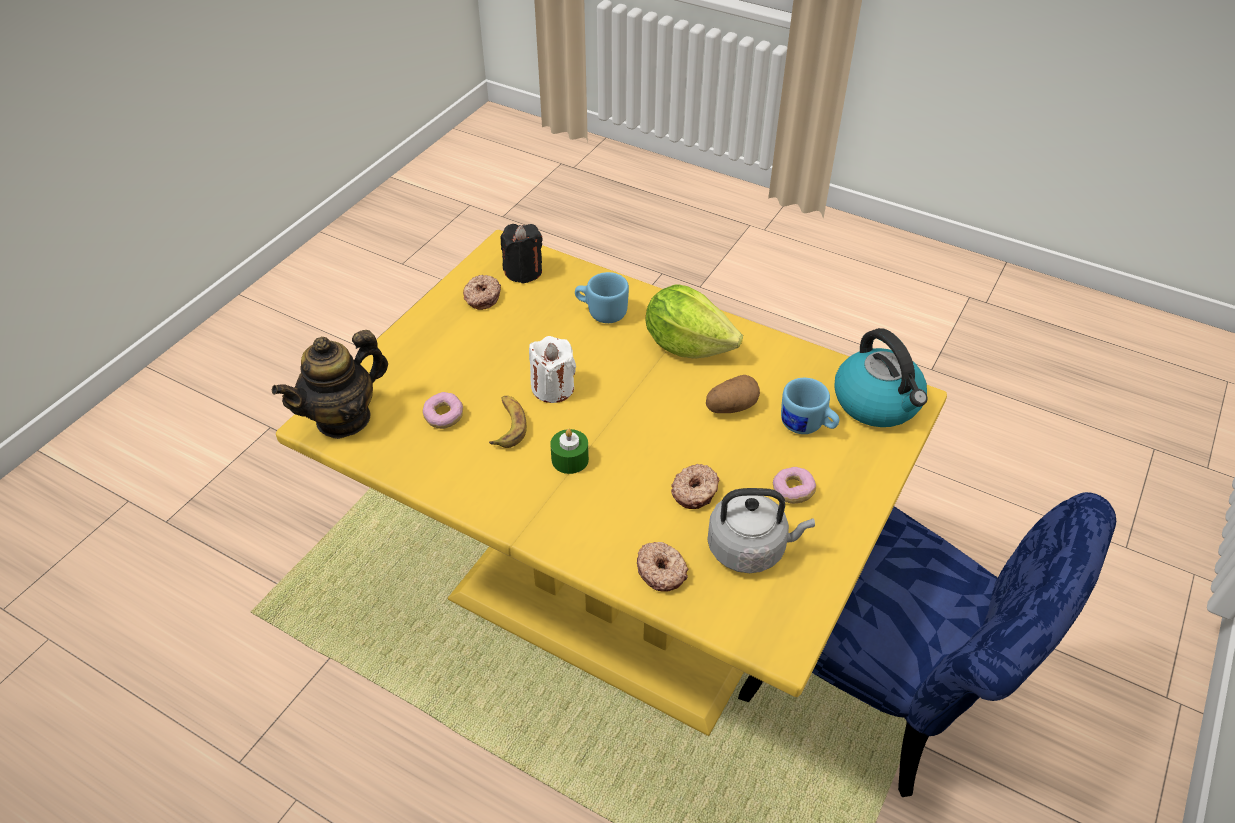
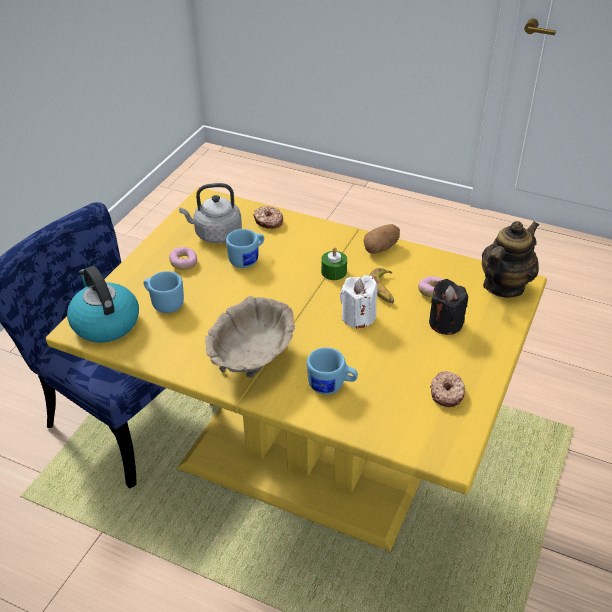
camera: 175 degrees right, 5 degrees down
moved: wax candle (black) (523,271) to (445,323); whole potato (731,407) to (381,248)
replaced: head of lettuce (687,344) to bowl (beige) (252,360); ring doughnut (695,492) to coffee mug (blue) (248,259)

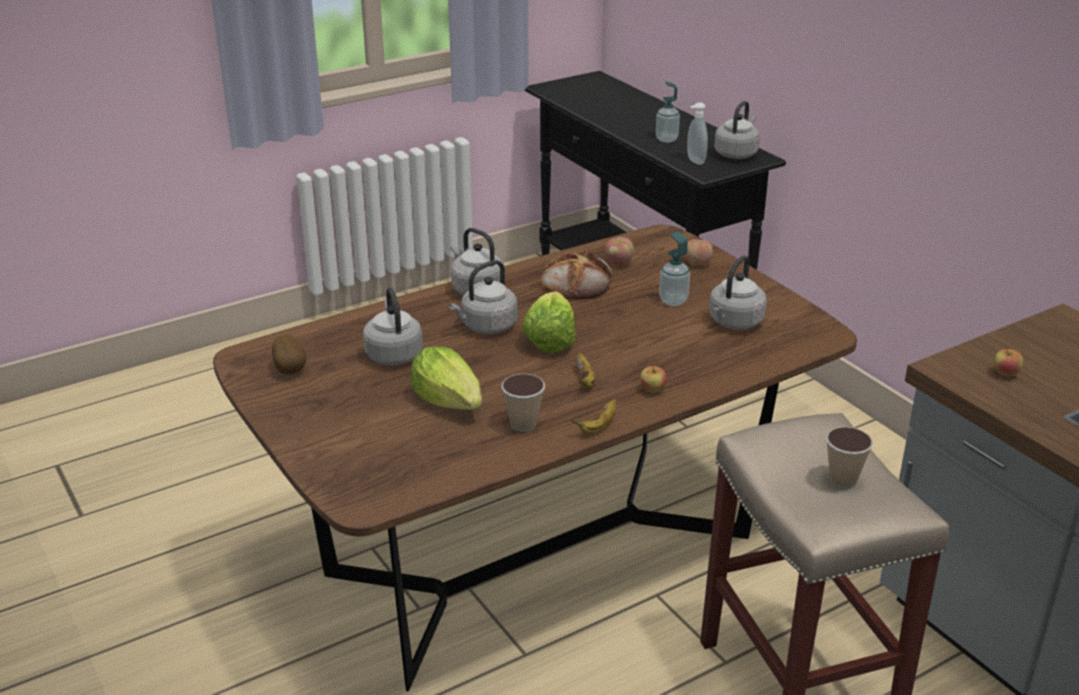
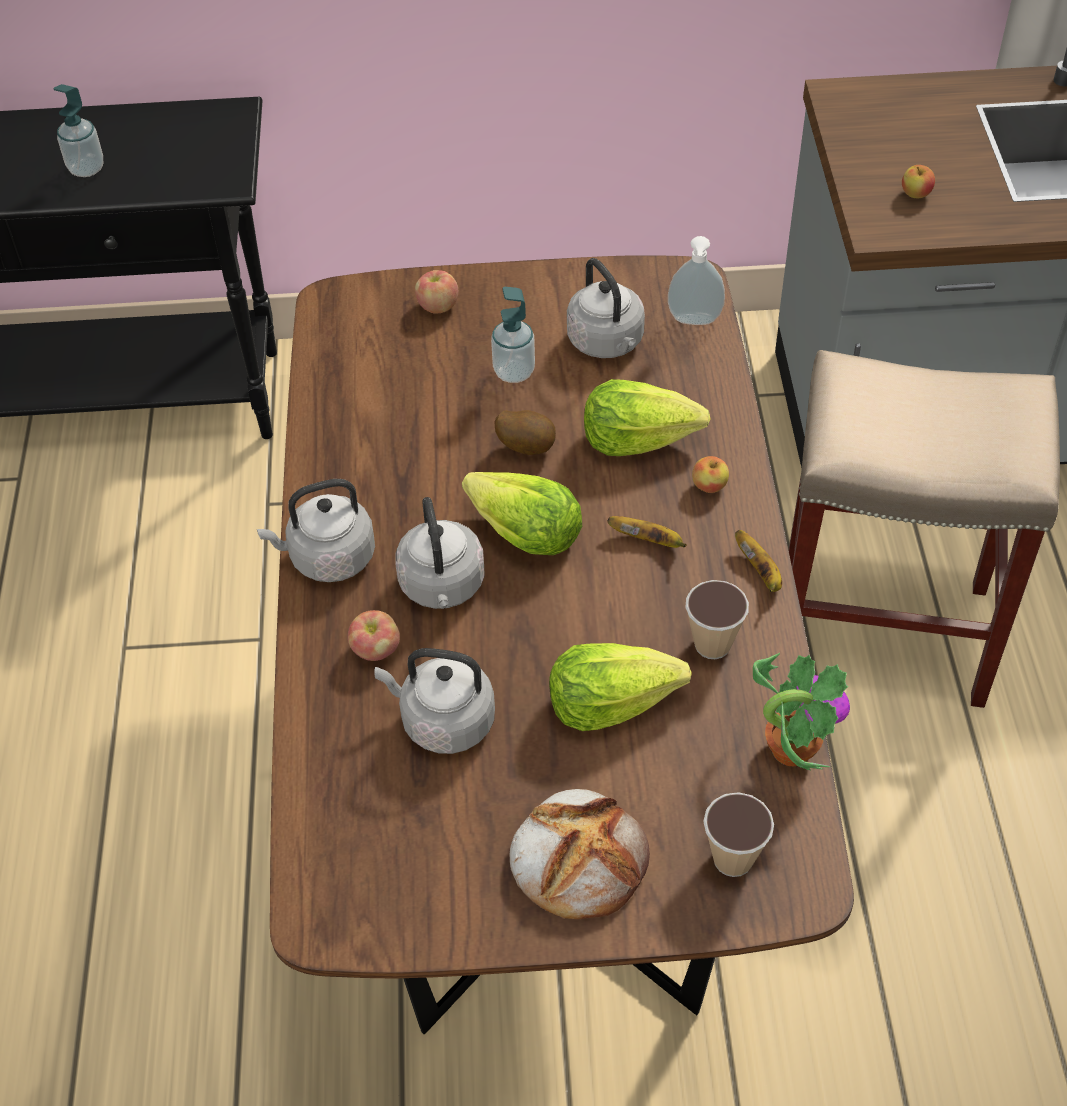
camera: 60 degrees left, 20 degrees up
removed: water kettle (greyish) (736,153)
added: head of lettuce (638,438); houseplant (790,748)
moved: whole potato (291,370) to (527,446); bakery bread (577,283) to (578,857); apple fruit (619,262) to (376,650); liquid soap bottle (694,161) to (694,321); cup (843,480) to (733,859)

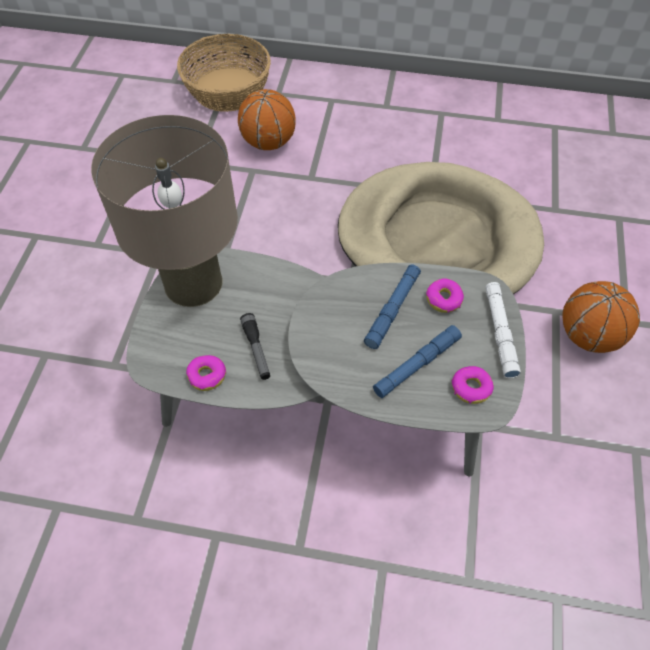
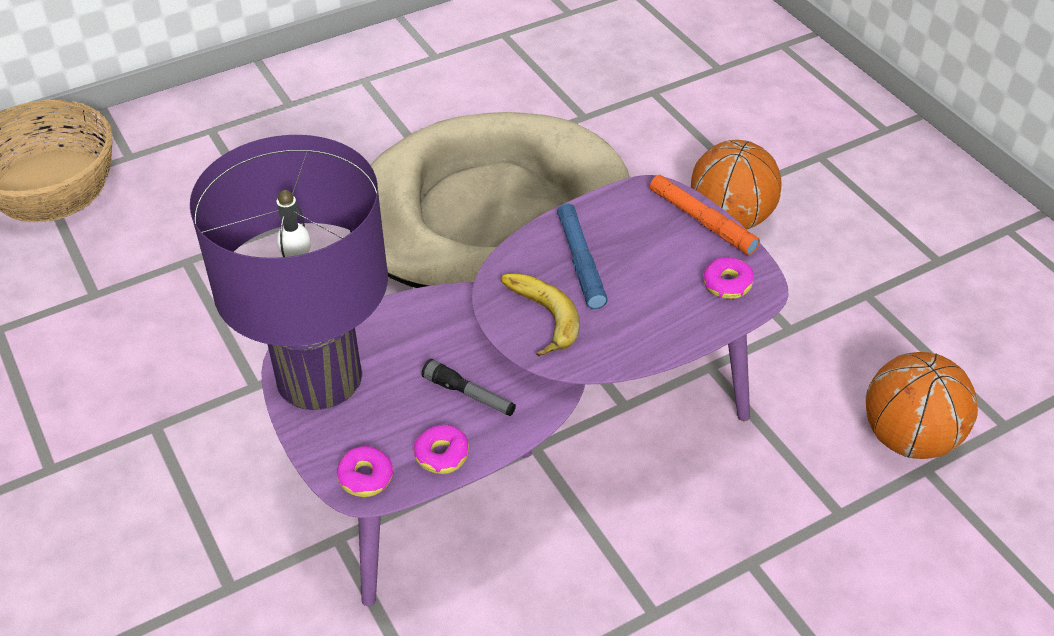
camera: 40 degrees left, 10 degrees down
removed: flashlight (blue) (417,365)
added: banana fruit (532,319)
moved: ball for basketball (268,142) to (908,438); ring doughnut (443,299) to (366,477)
recoloured: table lamp (beige) (193,283) to table lamp (purple-coloured) (319,376); lounge table (greyish) (325,396) to lounge table (purple-coloured) (528,445); flashlight (whitish) (500,332) to flashlight (orange) (702,221)

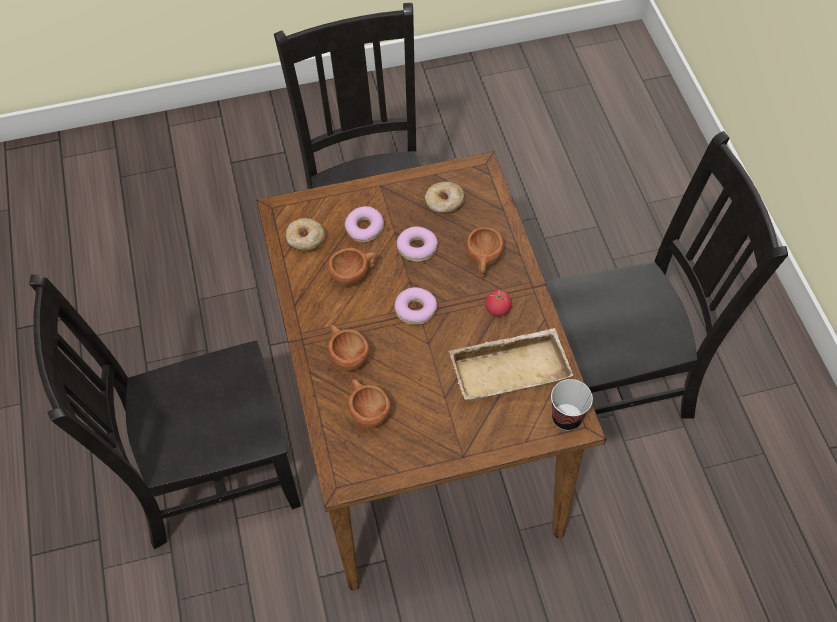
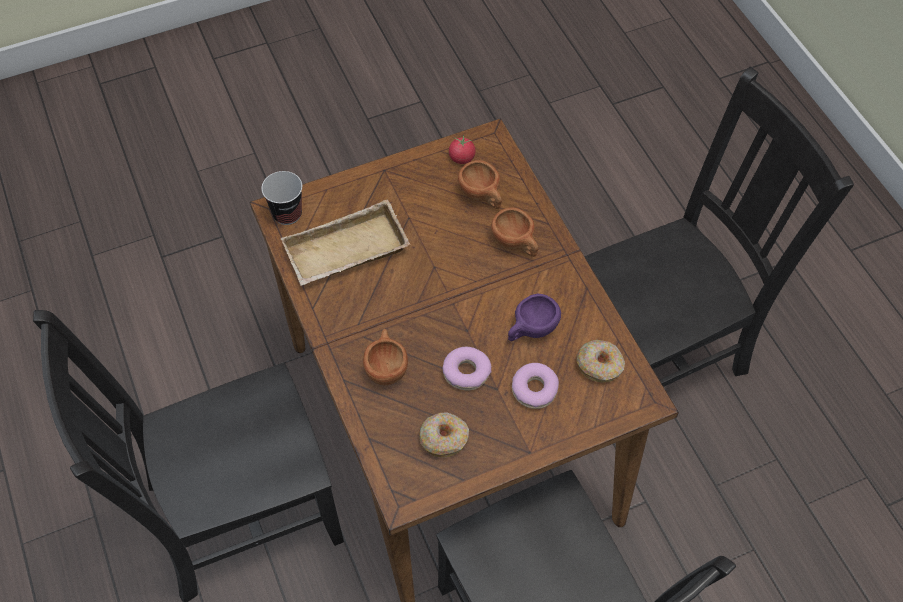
camera: 170 degrees right, 0 degrees up
removed: ring doughnut (415,310)
moved: tomato (497,309) to (462,158)
recoloured: cup (brown) (354,275) to cup (purple-coloured) (531,330)

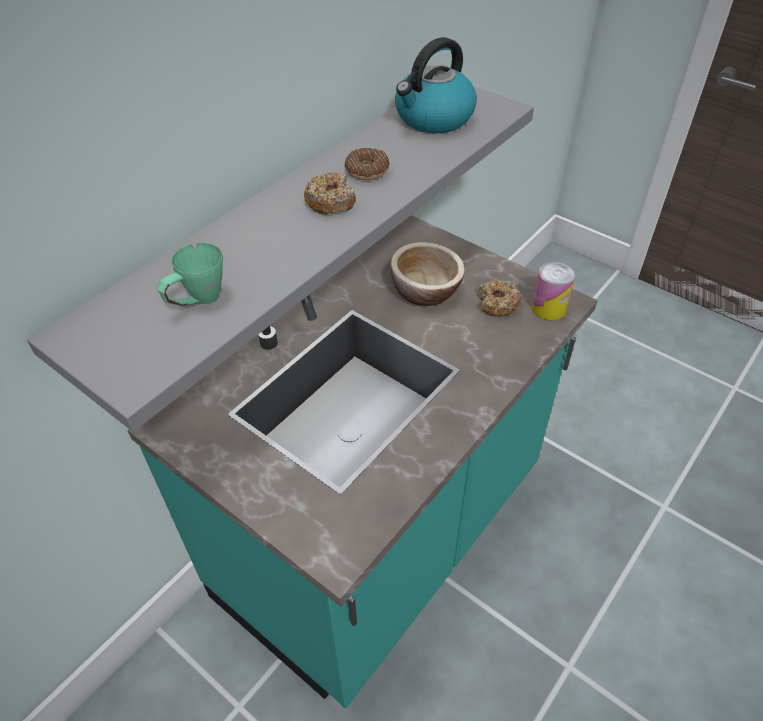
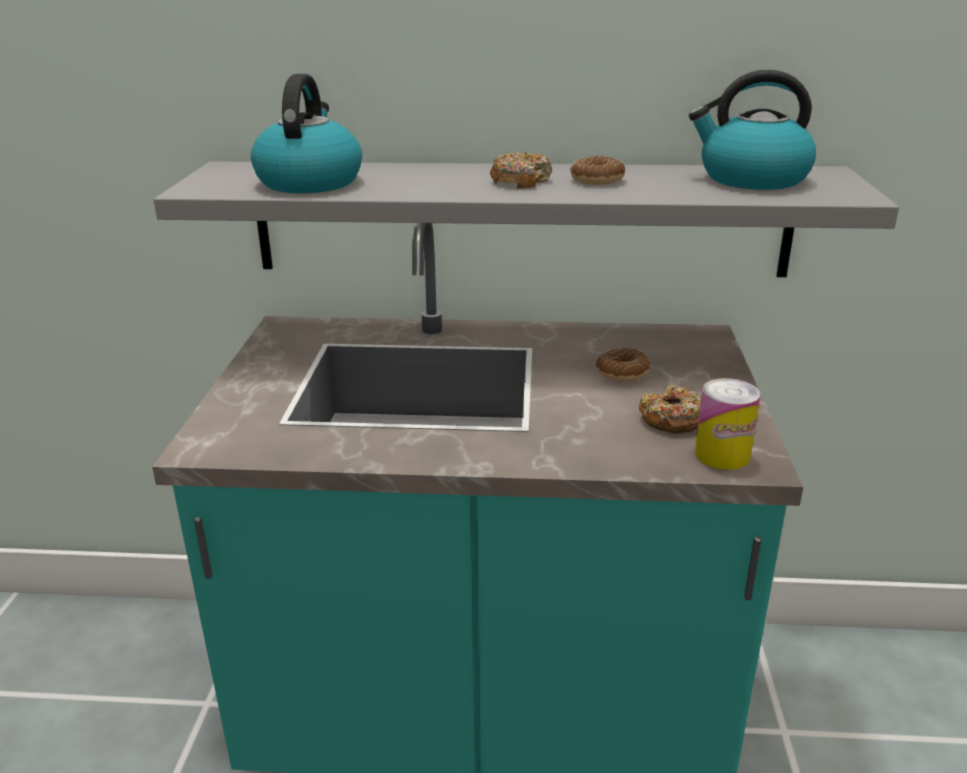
camera: 55 degrees right, 20 degrees down
replaced: coffee mug (green) (197,302) to water kettle (309,182); bowl (425,290) to ring doughnut (622,373)

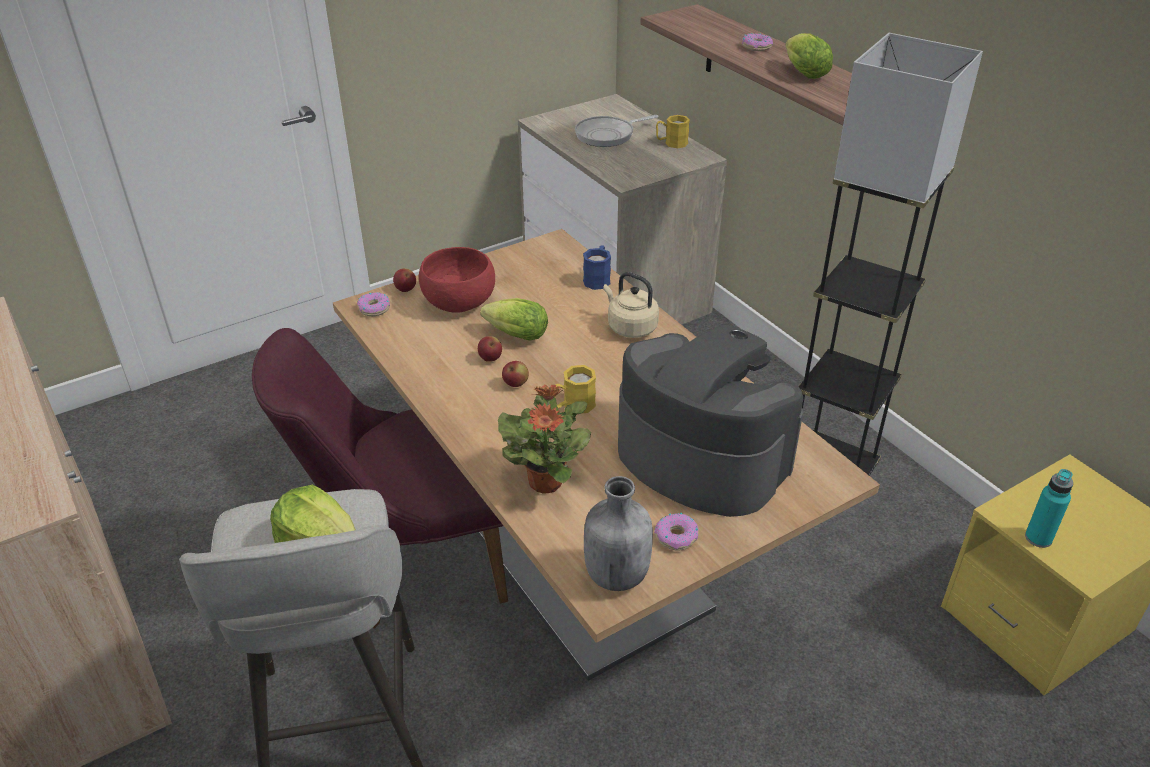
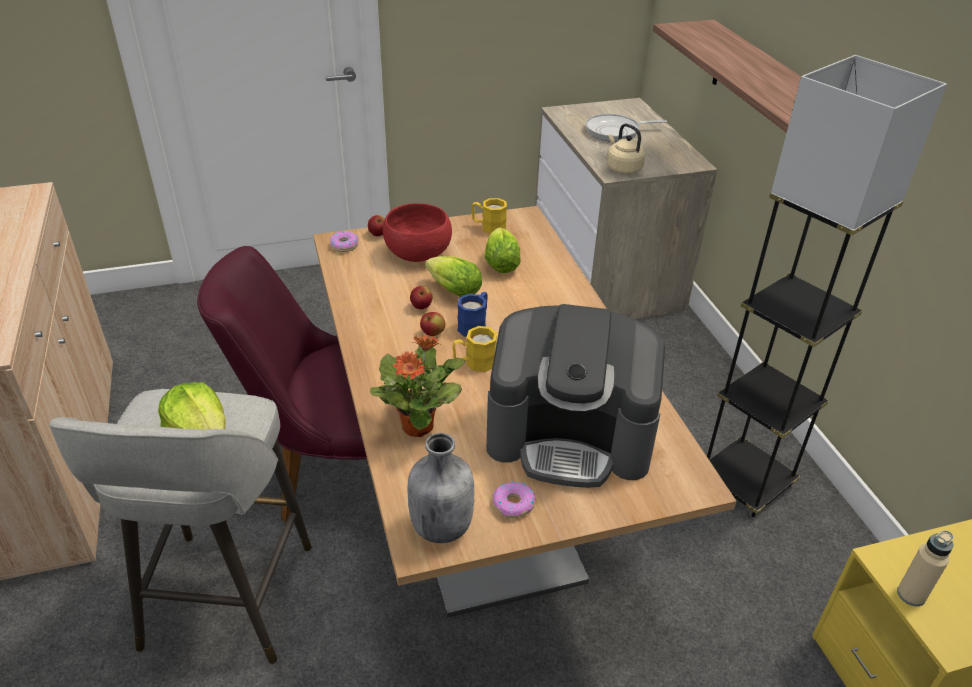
camera: 15 degrees right, 0 degrees up
removed: ring doughnut (756,47)
moved: coffee mug (blue) (598,278) to (475,325); water kettle (beige) (630,327) to (622,168); coffee mug (yellow-coloured) (671,143) to (488,227); head of lettuce (802,72) to (500,262)
recoloured: bottle (turquoise) (1038,538) to bottle (beige) (911,595)
turned: coffee machine (701,457) = (570,435) 135 degrees clockwise

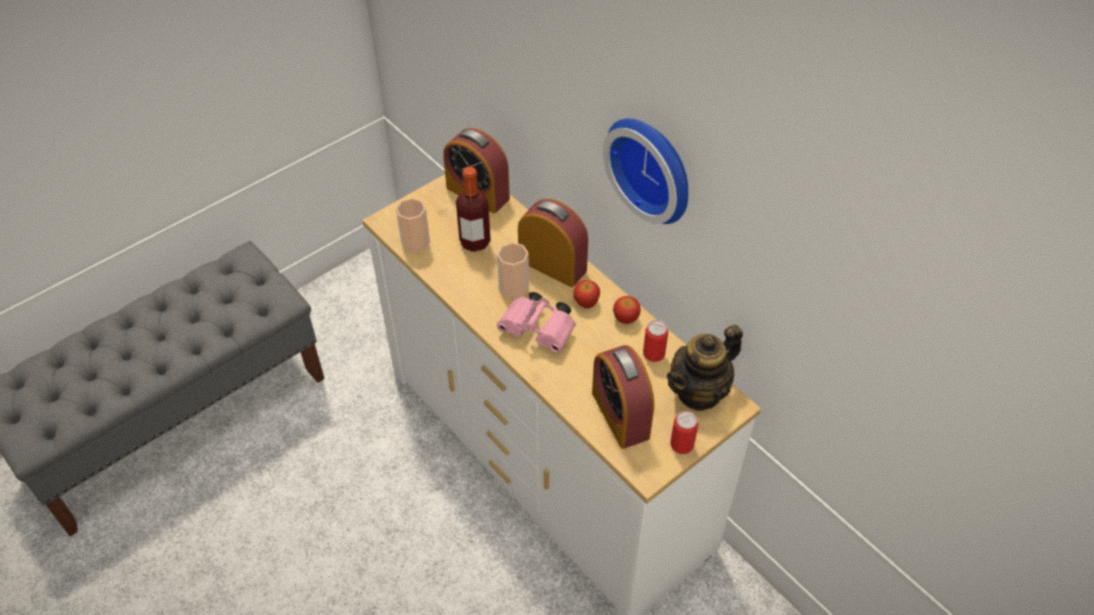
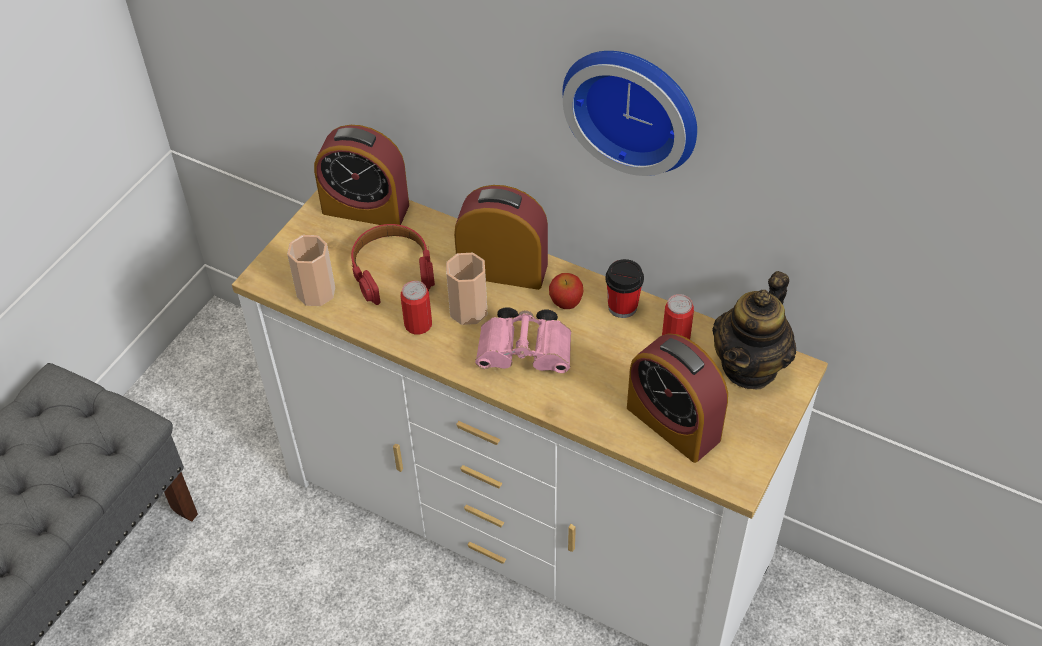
camera: 20 degrees left, 0 degrees up
moved: metal can (682,444) to (418,324)
replaced: bottle (475,242) to headphones (reddish) (392,269); apple fruit (626,318) to cup (622,307)

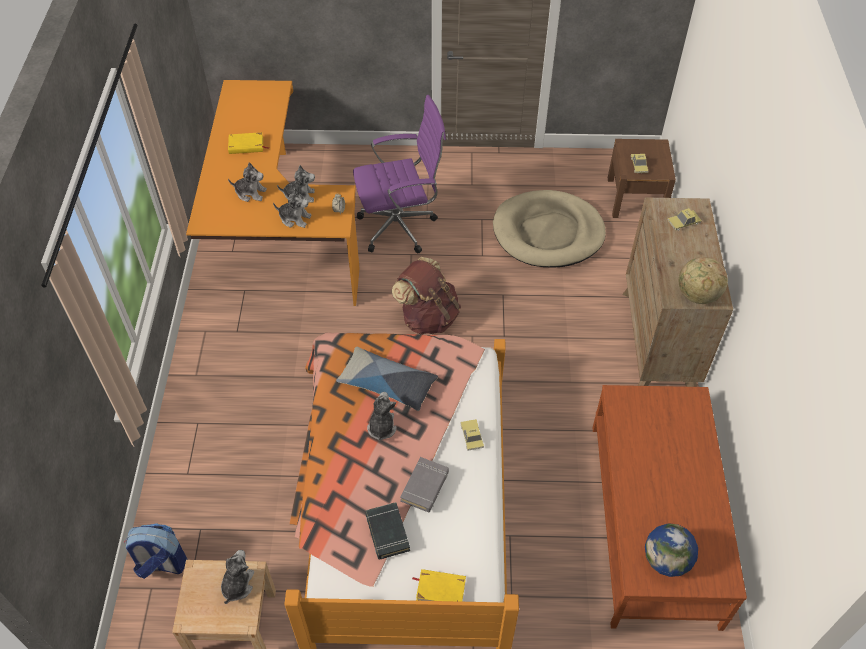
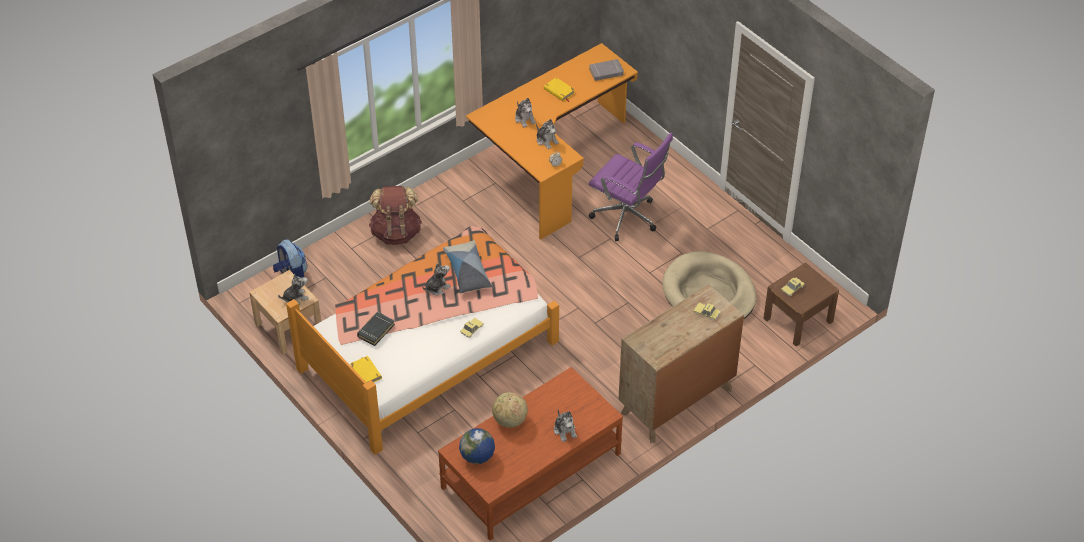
camera: 50 degrees right, 5 degrees down
moved: cuddly toy (295,218) to (565,430); backpack (brown) (428,317) to (396,233); book (greyish) (425,486) to (606,72); world globe (697,295) to (509,420)

